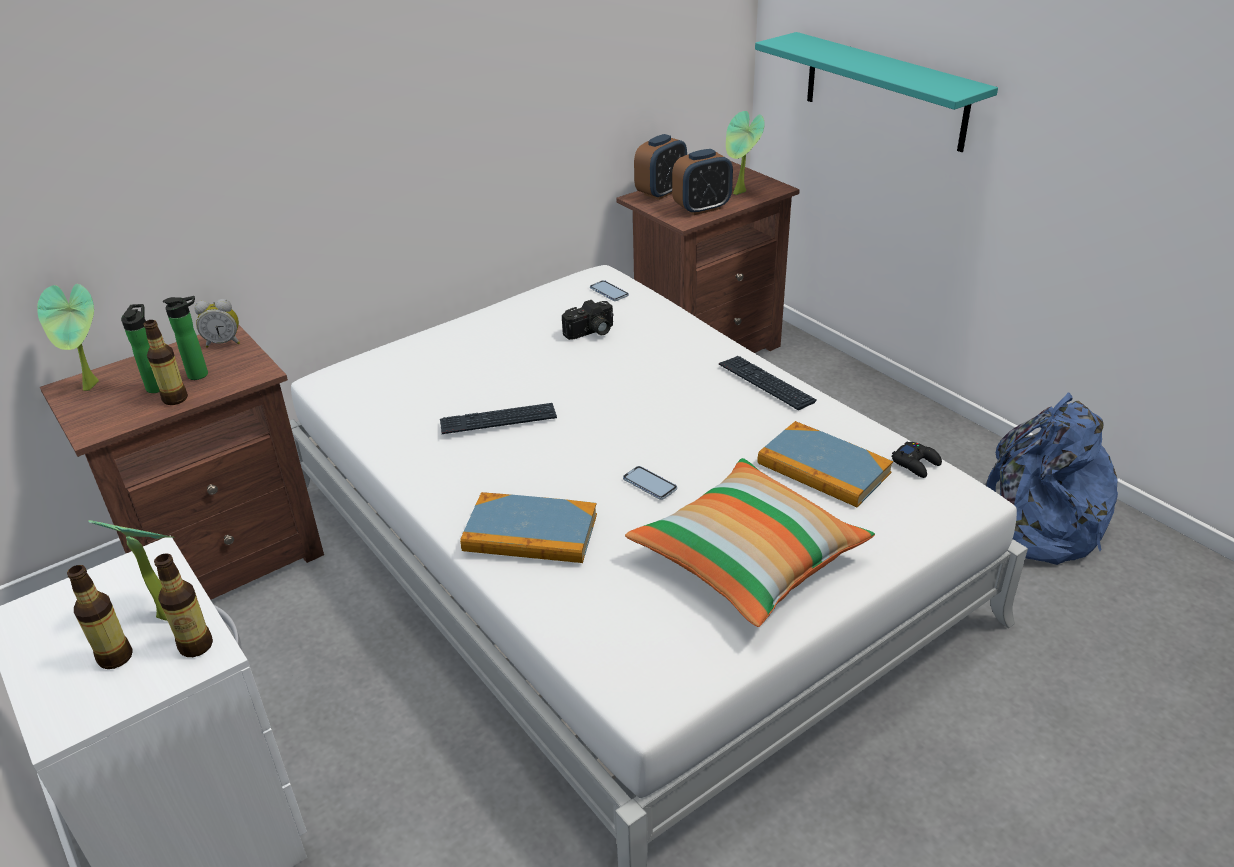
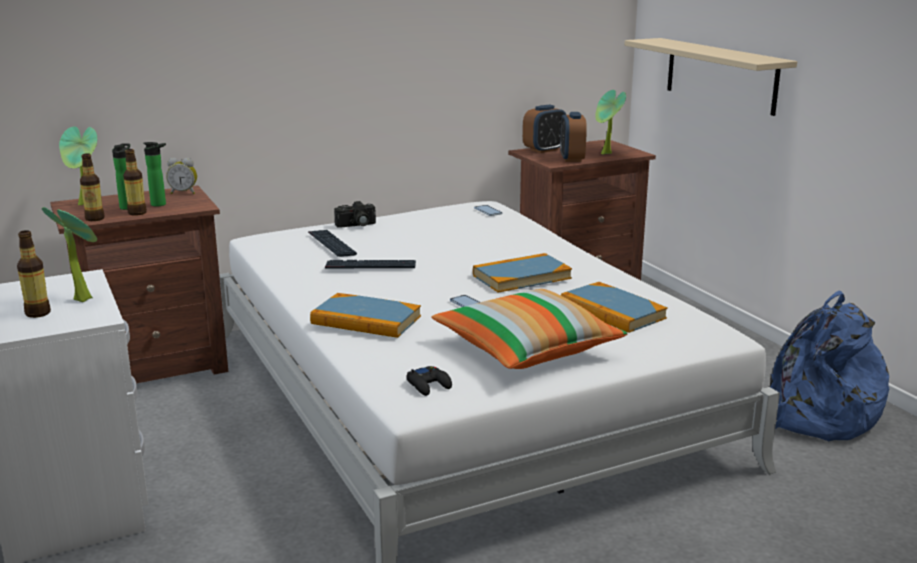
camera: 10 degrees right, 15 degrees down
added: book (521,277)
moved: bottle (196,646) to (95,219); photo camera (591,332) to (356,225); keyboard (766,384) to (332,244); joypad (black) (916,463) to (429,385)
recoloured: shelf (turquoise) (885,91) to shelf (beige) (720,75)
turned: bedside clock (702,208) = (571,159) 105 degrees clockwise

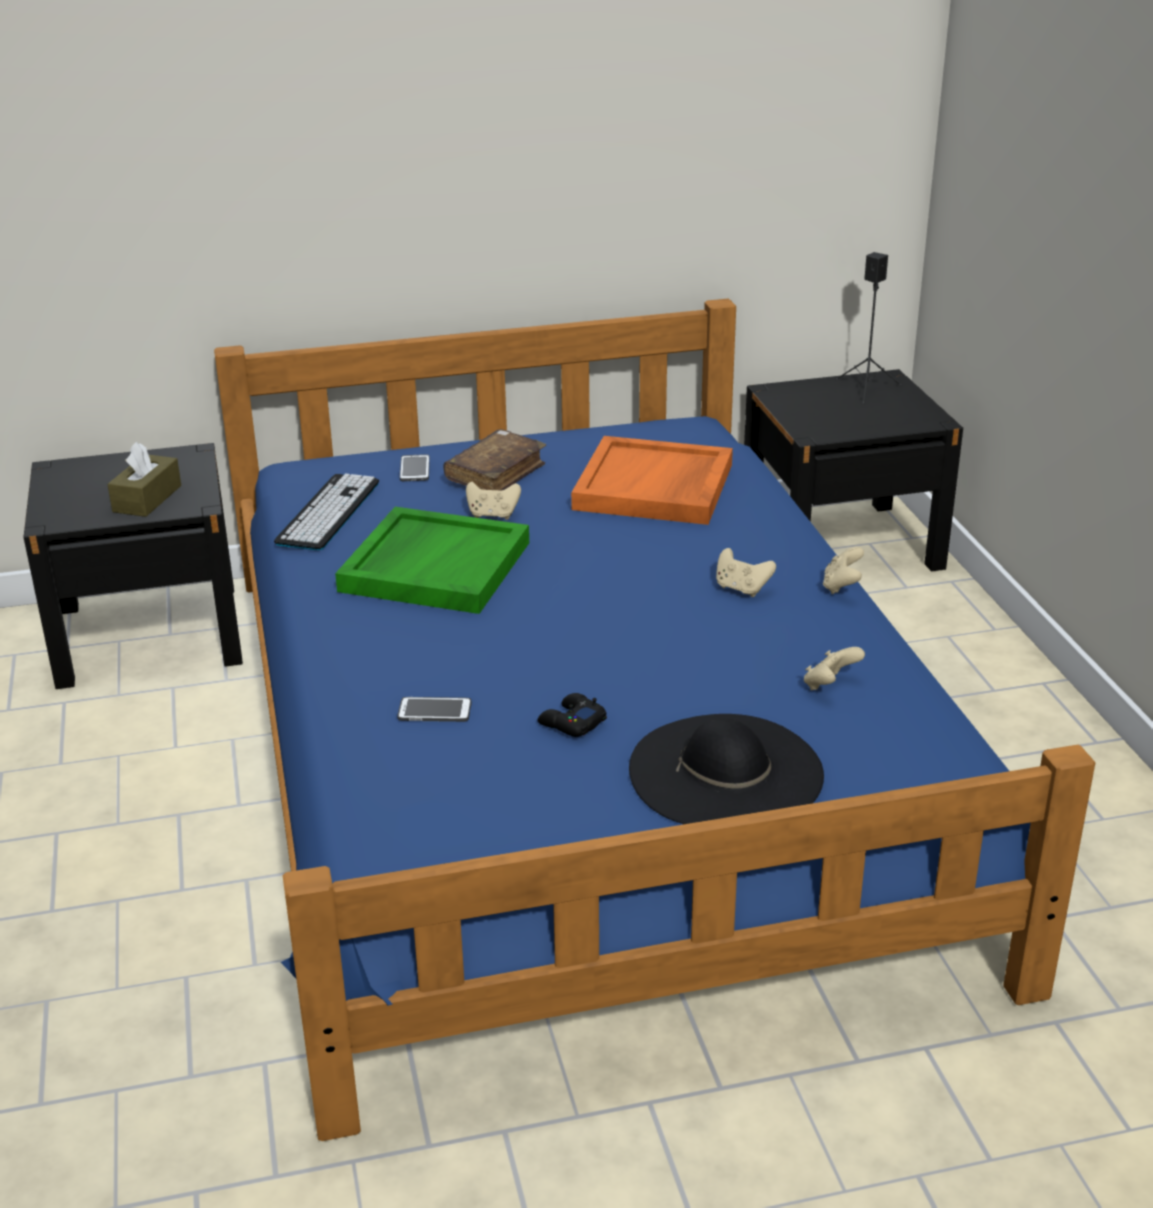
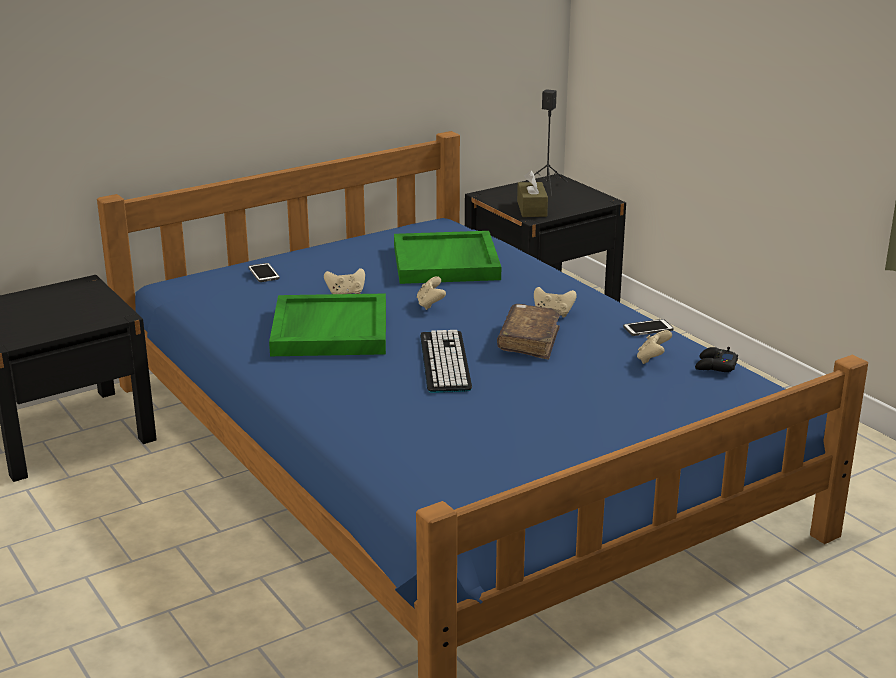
camera: 20 degrees left, 5 degrees down
removed: clothing hat (black) (726,772)
moved: box of tissues (brown) (147,499) to (532,209); keyboard (328,512) to (445,362); handset (434,711) to (648,328); book (brown) (495,474) to (529,341); joypad (black) (571,722) to (715,366); joypad (beige) (841,586) to (430,305)
recoloured: serving tray (orange) (654,487) to serving tray (green) (447,263)

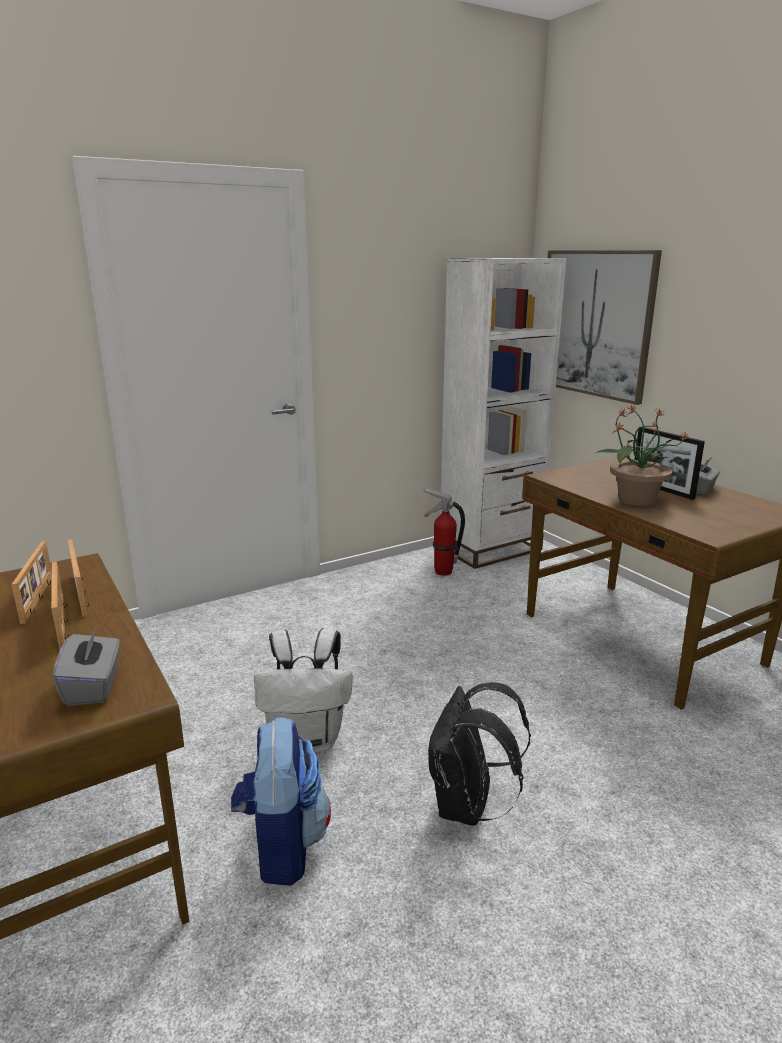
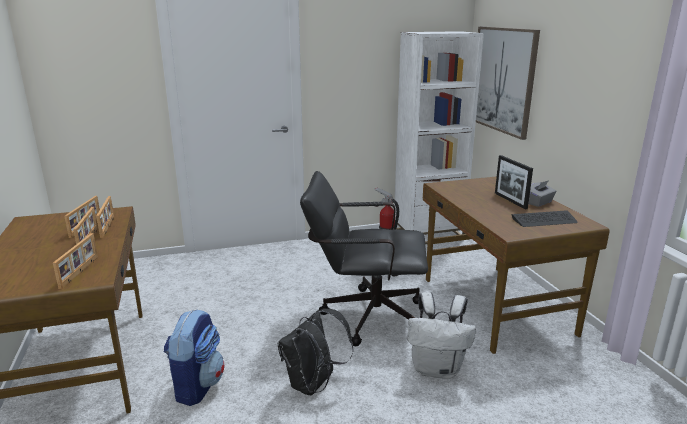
camera: 15 degrees right, 0 degrees up
removed: houseplant (635,500)
added: office chair (black) (364,316); keyboard (544,220)
moved: backpack (whitish) (307,740) to (437,369)
replaced: box of tissues (greyish) (93,687) to picture frame (80,272)

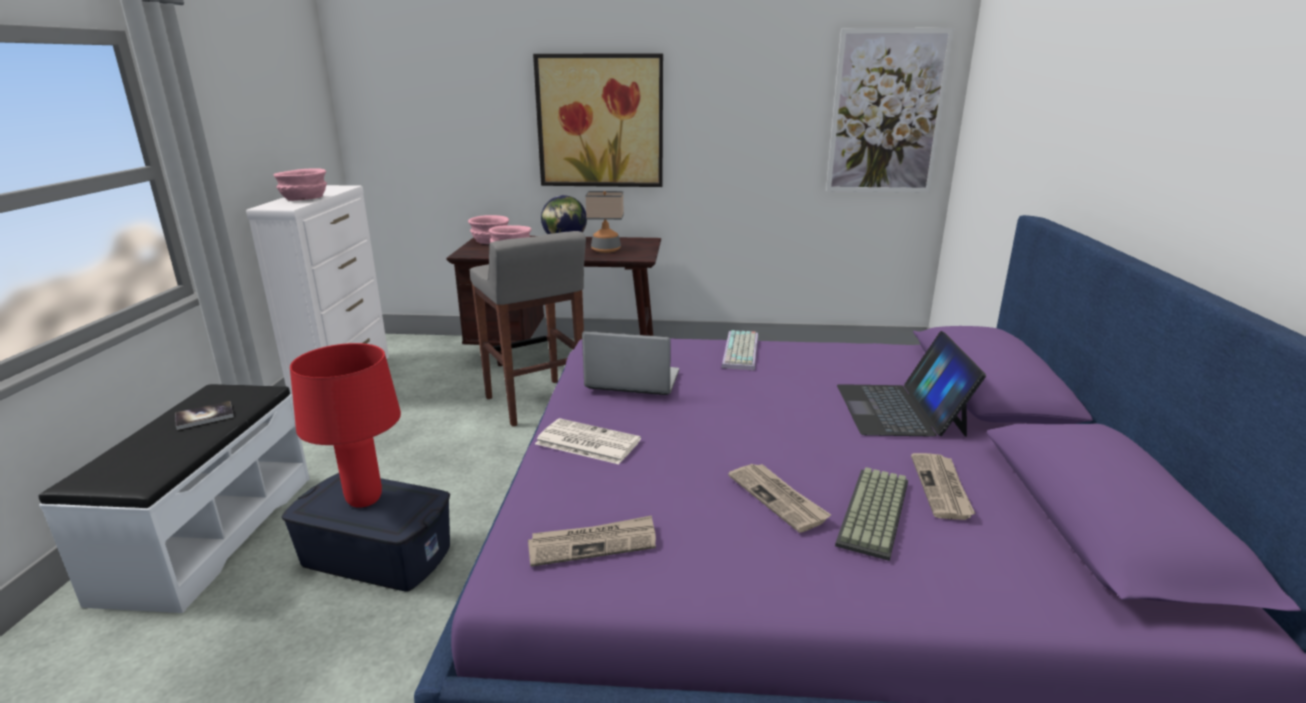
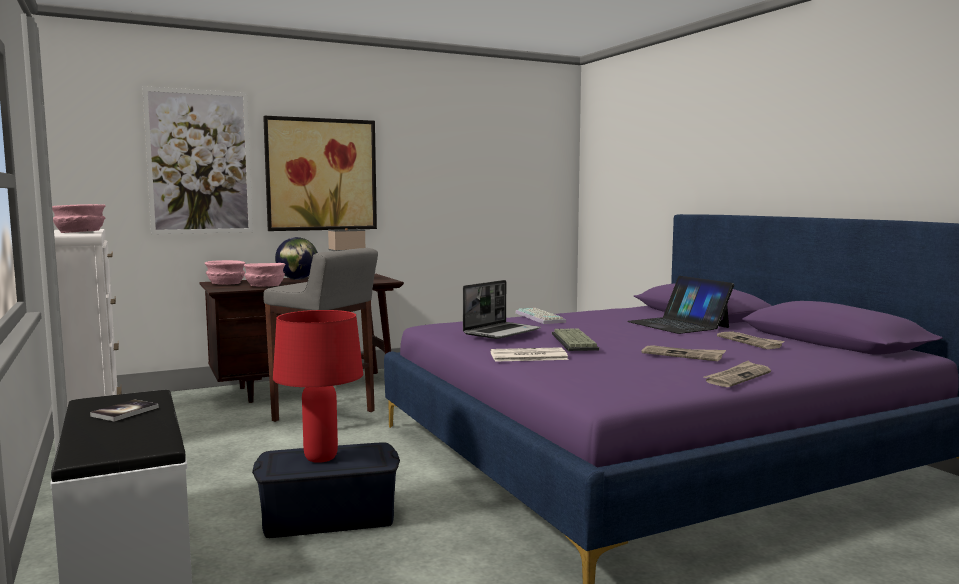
camera: 30 degrees left, 15 degrees down
moved: printed paper (593,544) to (737,377); wall picture (886,113) to (199,162); keyboard (876,514) to (575,342)
turned: notebook computer (631,381) = (501,332) 150 degrees clockwise

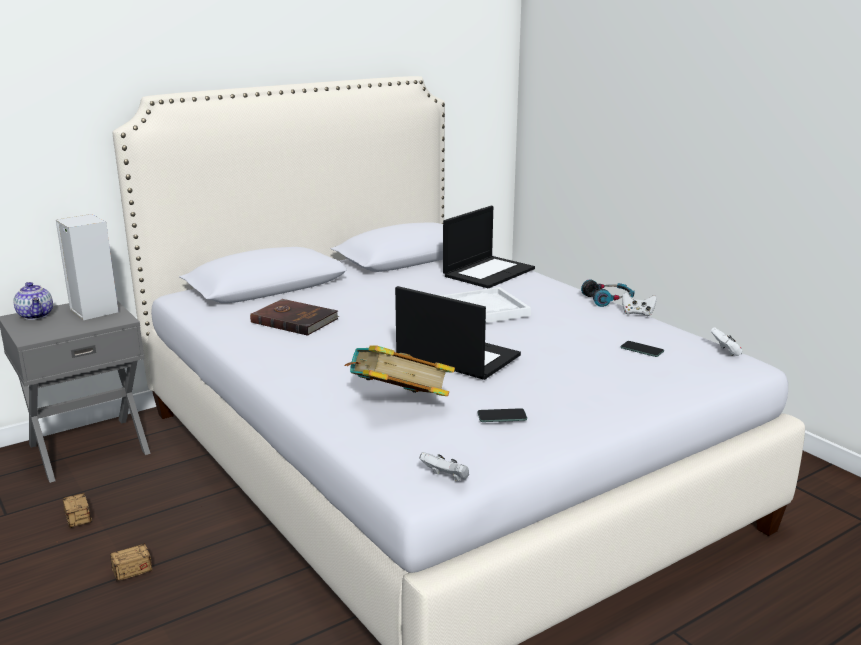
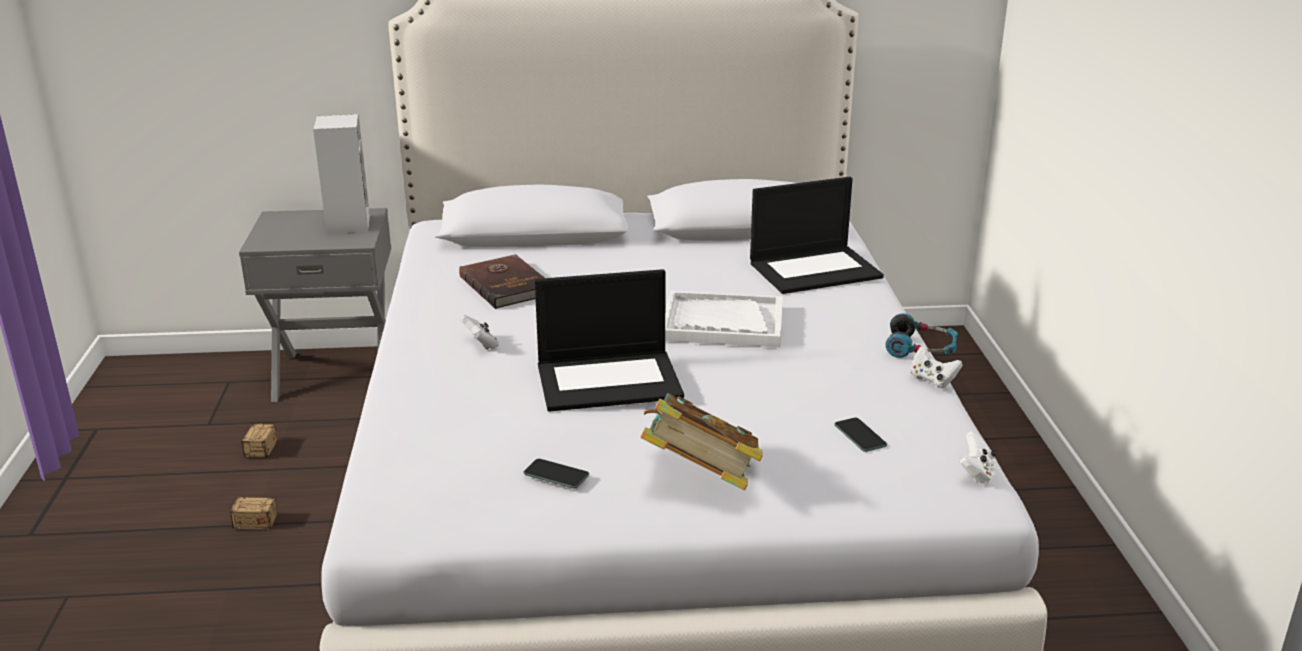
camera: 30 degrees right, 5 degrees up
removed: tea pot (36,315)
moved: book (398,405) to (700,480); joypad (whitish) (446,478) to (481,344)
turned: notebook computer (456,356) = (610,380) 105 degrees clockwise

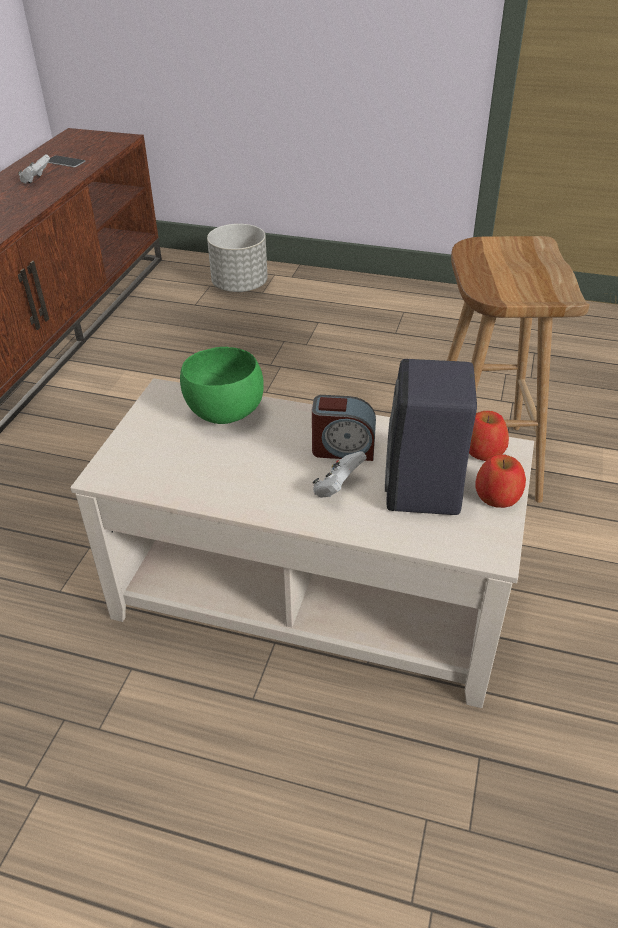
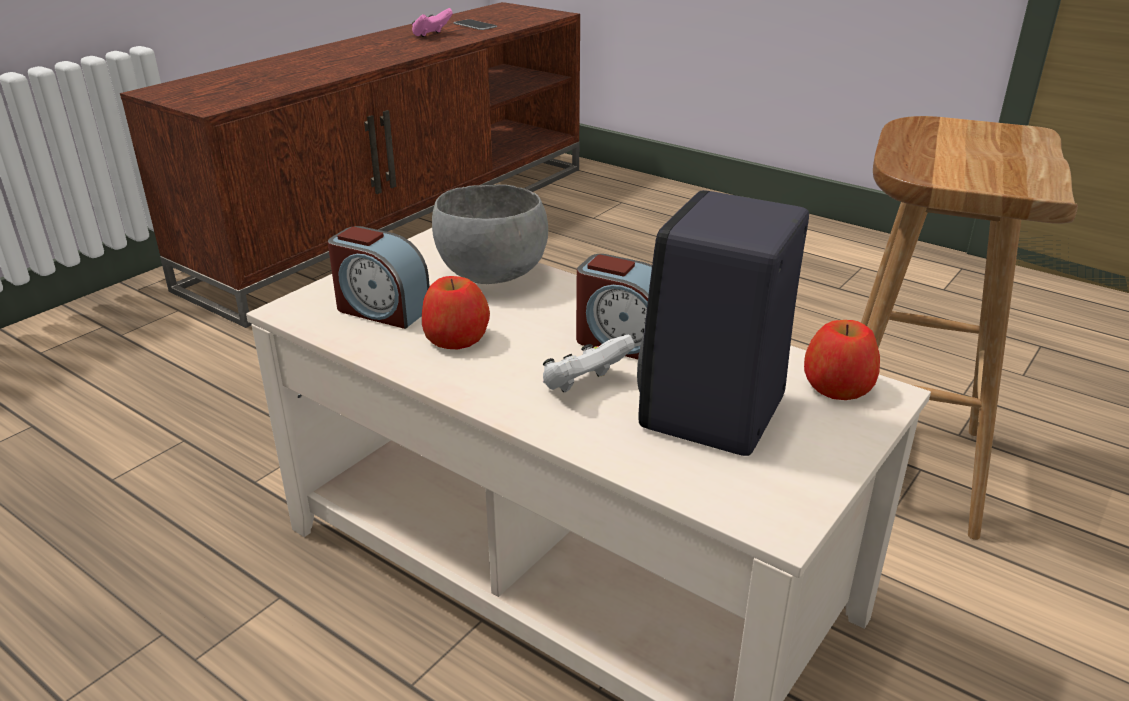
camera: 20 degrees right, 10 degrees down
removed: plant pot (greyish) (240,285)
added: bedside clock (381,309)
moved: apple fruit (498,496) to (456,338)
recoloured: joypad (whitish) (36,180) to joypad (pink-coloured) (431,35); bowl (green) (223,413) to bowl (greyish) (490,275)

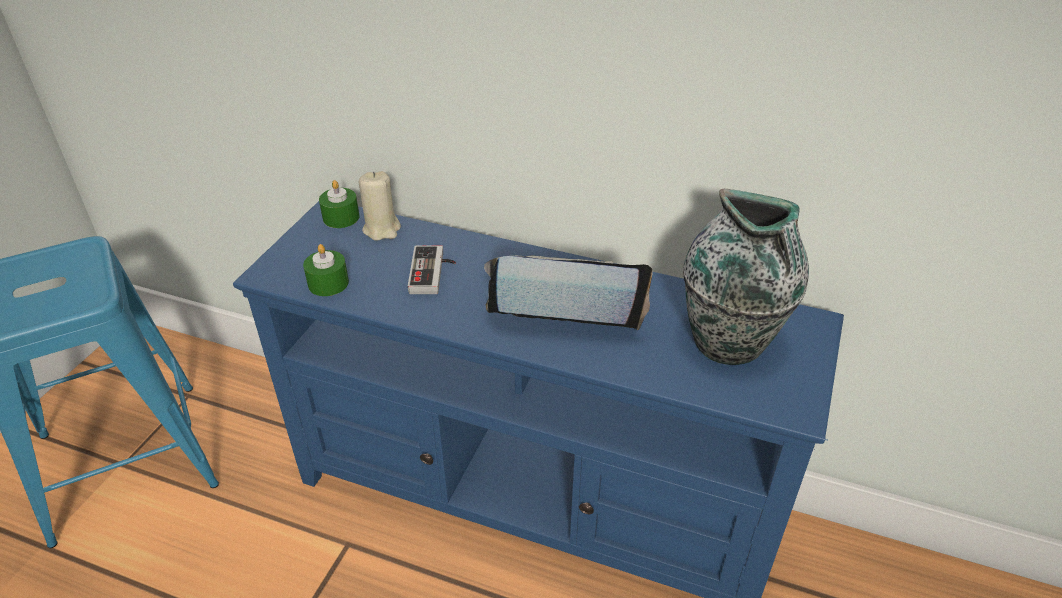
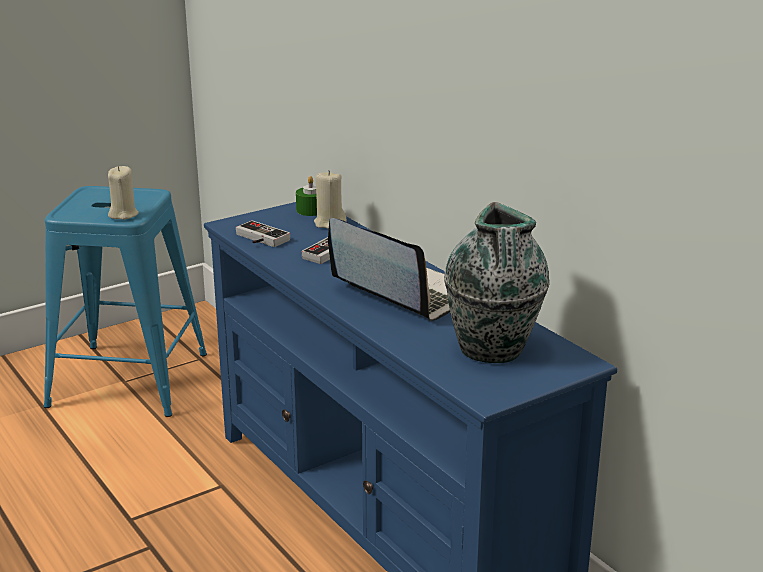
camera: 35 degrees right, 15 degrees down
added: wax candle (beige) (123,214)
replaced: wax candle (green) (328,283) to joypad (259,239)

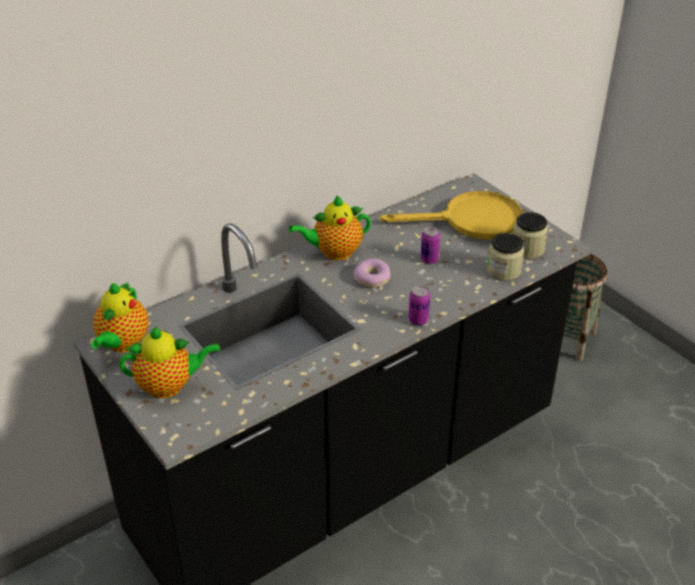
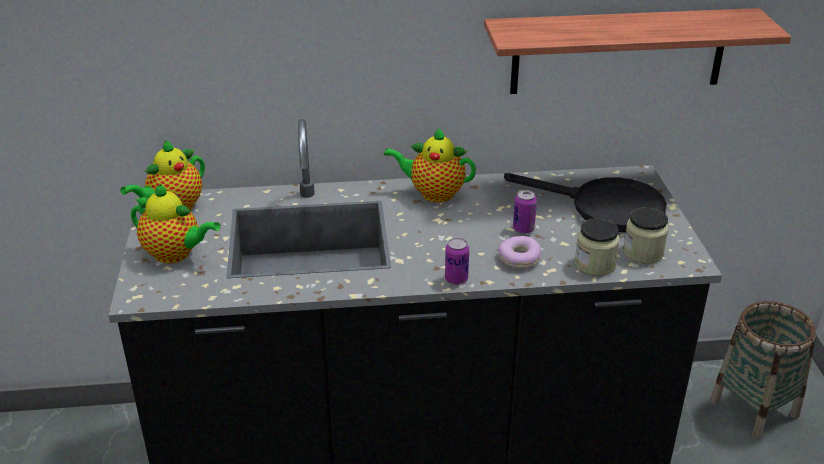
camera: 30 degrees right, 5 degrees down
added: shelf (618,51)
moved: ring doughnut (372,278) to (519,259)
recoloured: pan (yellow-coloured) (471,221) to pan (black) (604,207)

